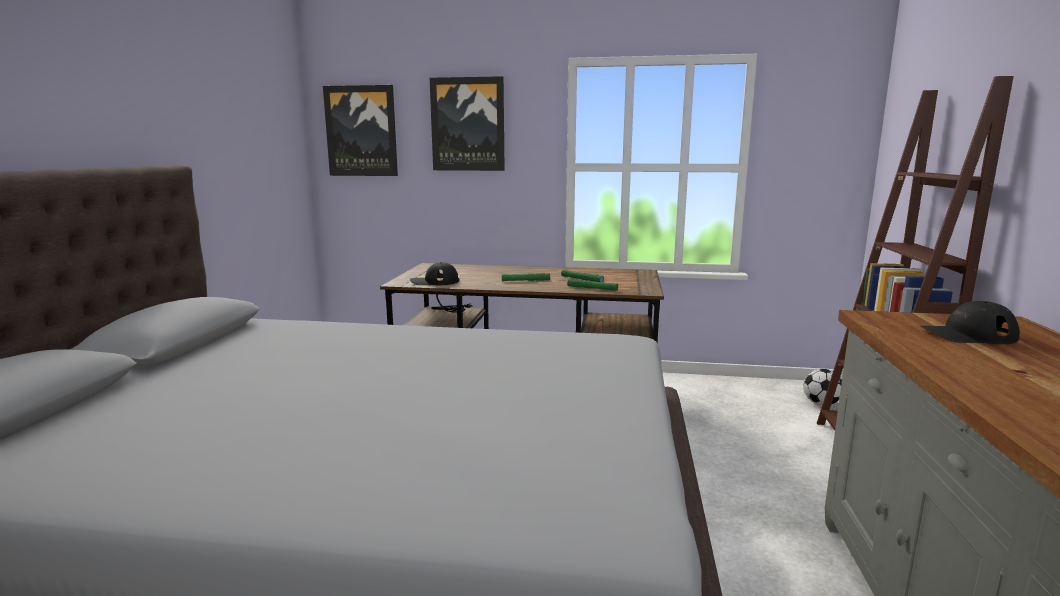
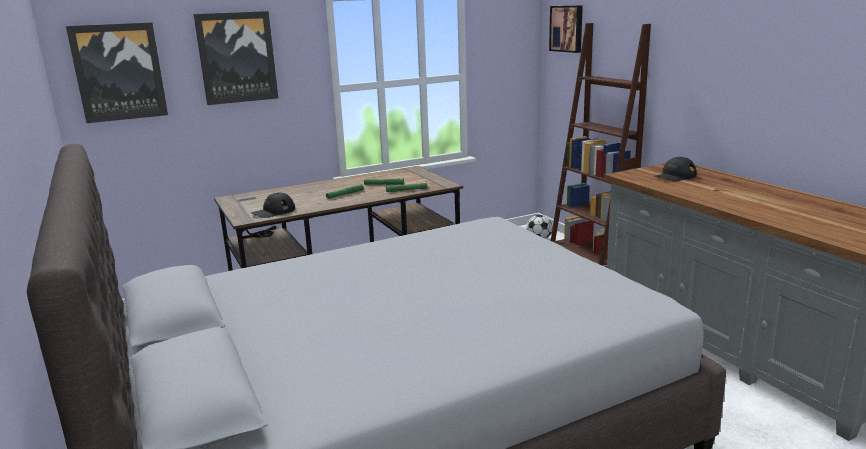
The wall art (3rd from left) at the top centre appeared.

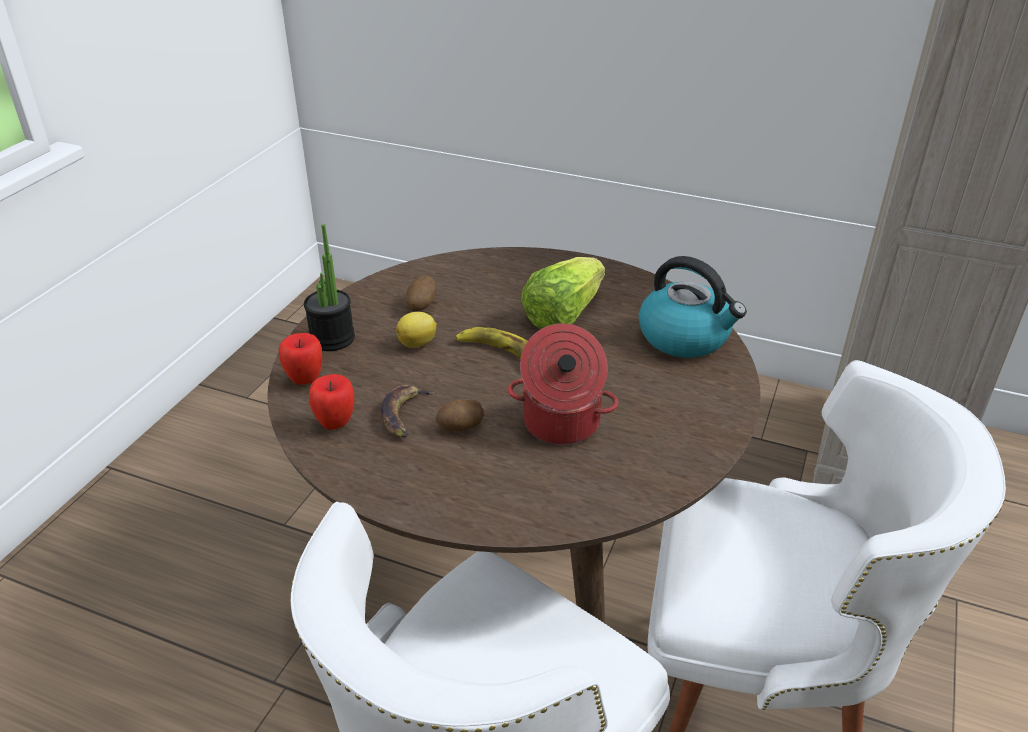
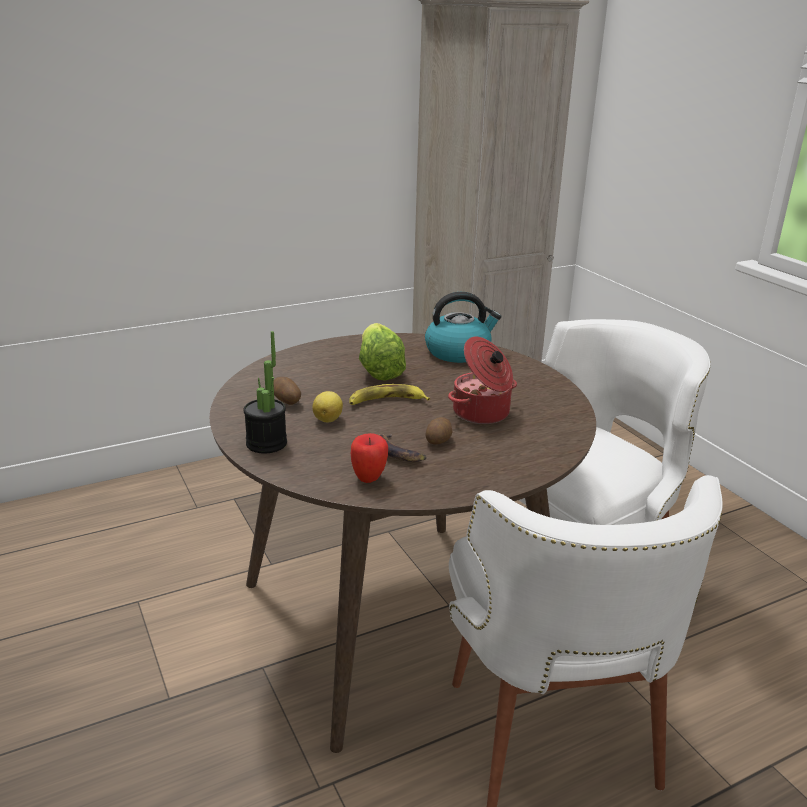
The apple fruit (1st from left) at the middle left disappeared.

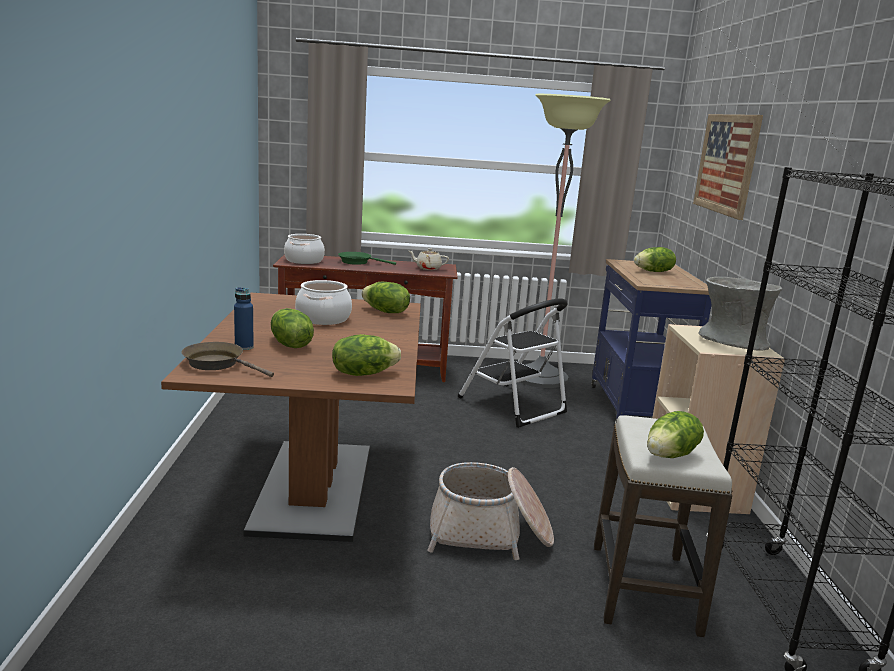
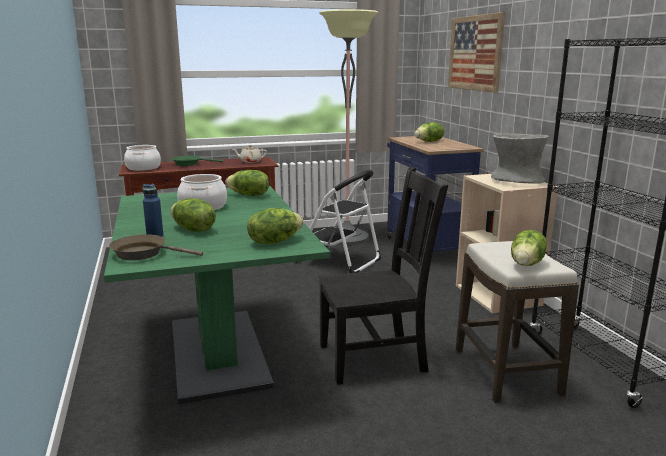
The brownish dinner table at the middle left became the green-coloured dinner table at the middle left. The household basket at the bottom centre was replaced by the black-coloured chair at the centre.

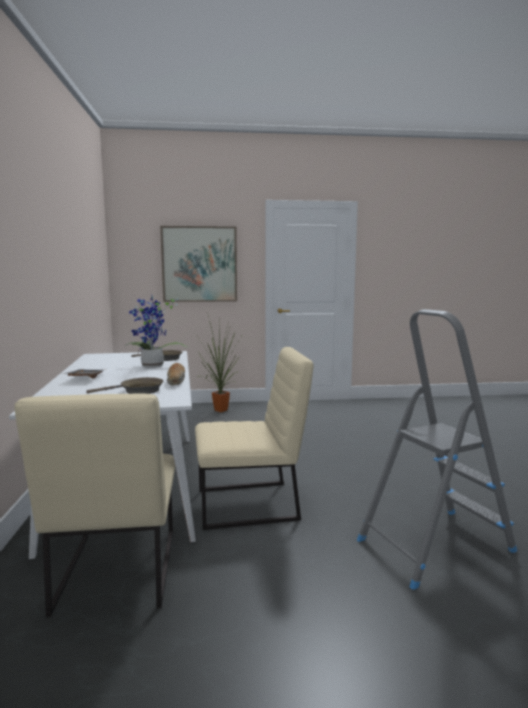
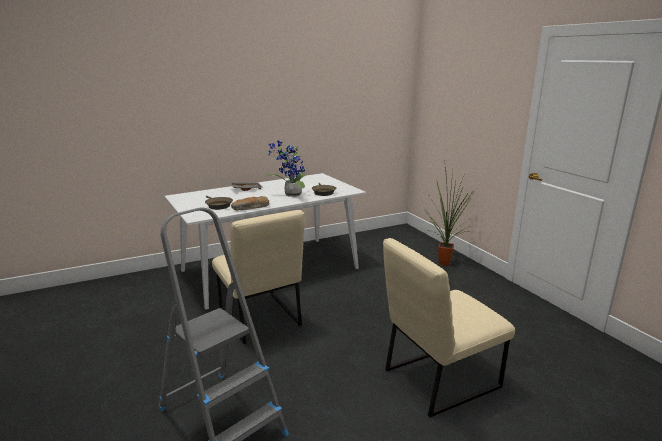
The wall art at the centre disappeared. The beige-coloured chair (1st from left in the first image) moved from the bottom left to the bottom right.

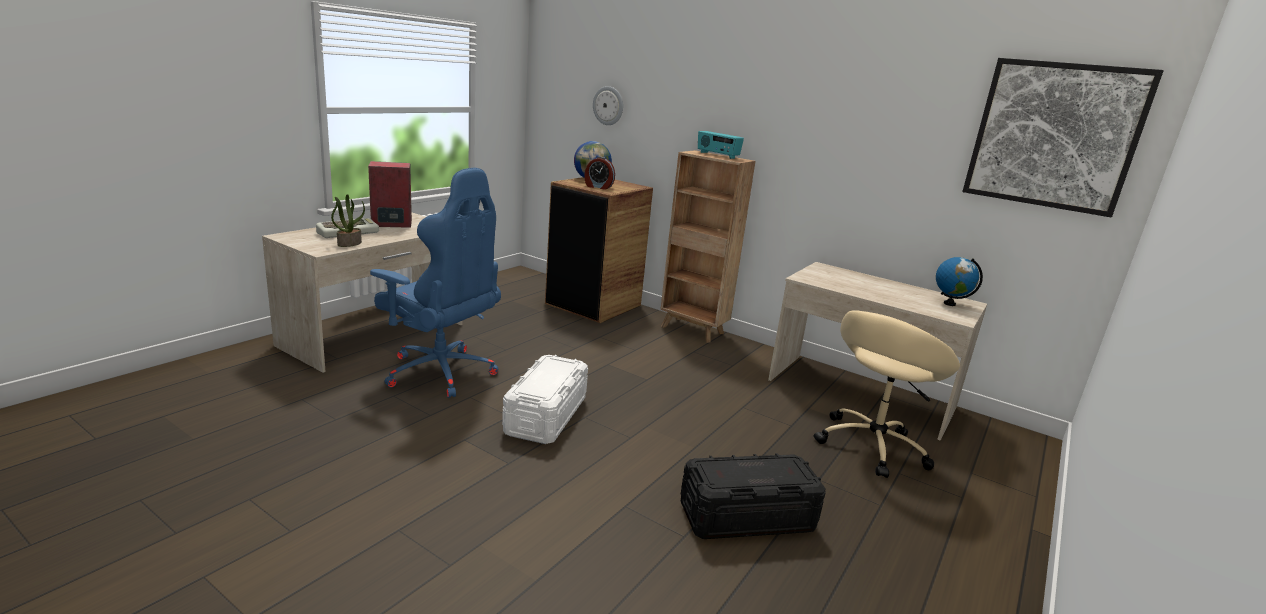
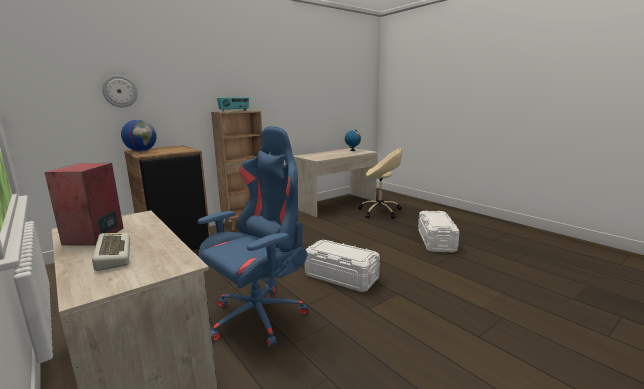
The wall art at the top right disappeared. The bedside clock at the top centre disappeared. The houseplant at the middle left disappeared. The beige-coloured office chair at the middle right turned 45 degrees counterclockwise. The black-coloured storage container at the bottom centre became the whitish storage container (2nd from left) at the middle right.

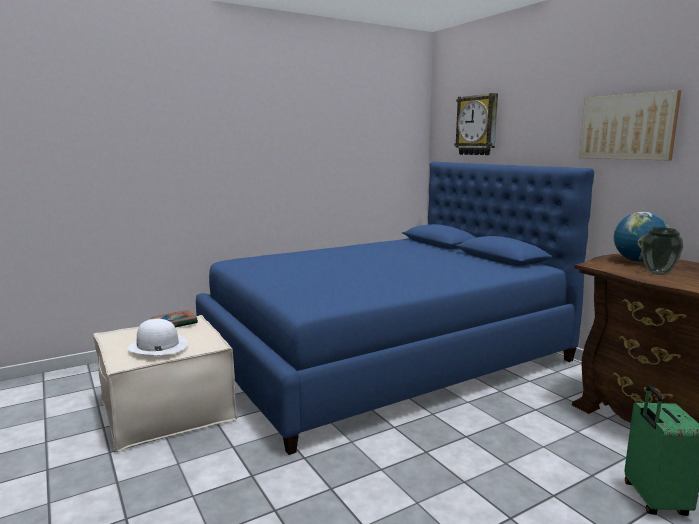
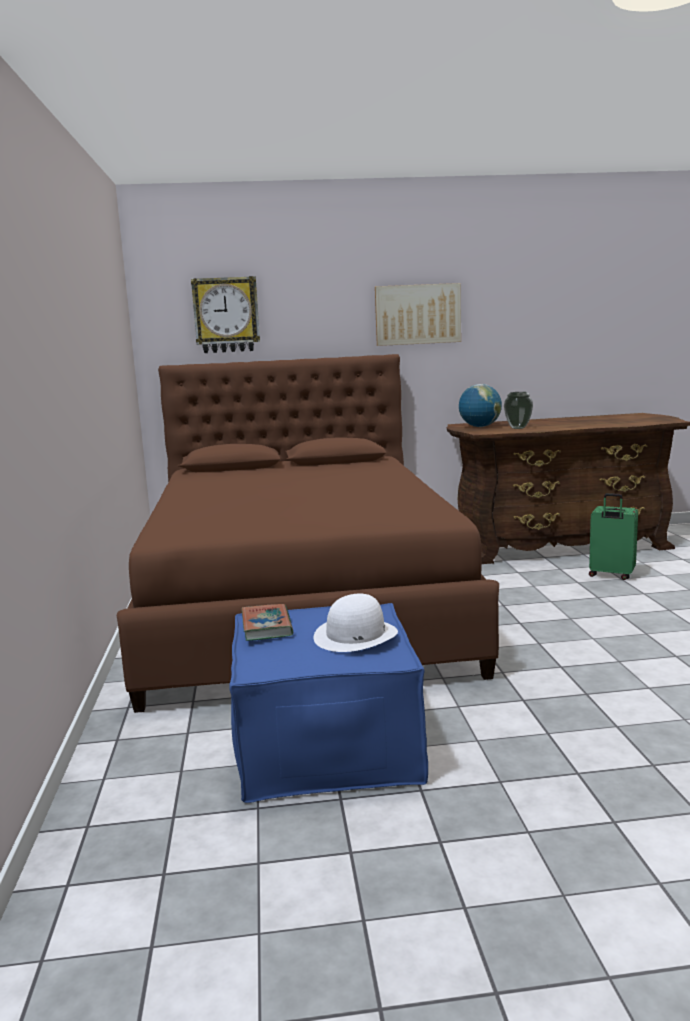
The bluish bed at the centre became the brownish bed at the centre. The beige-coloured pouffe at the bottom left became the bluish pouffe at the bottom centre.

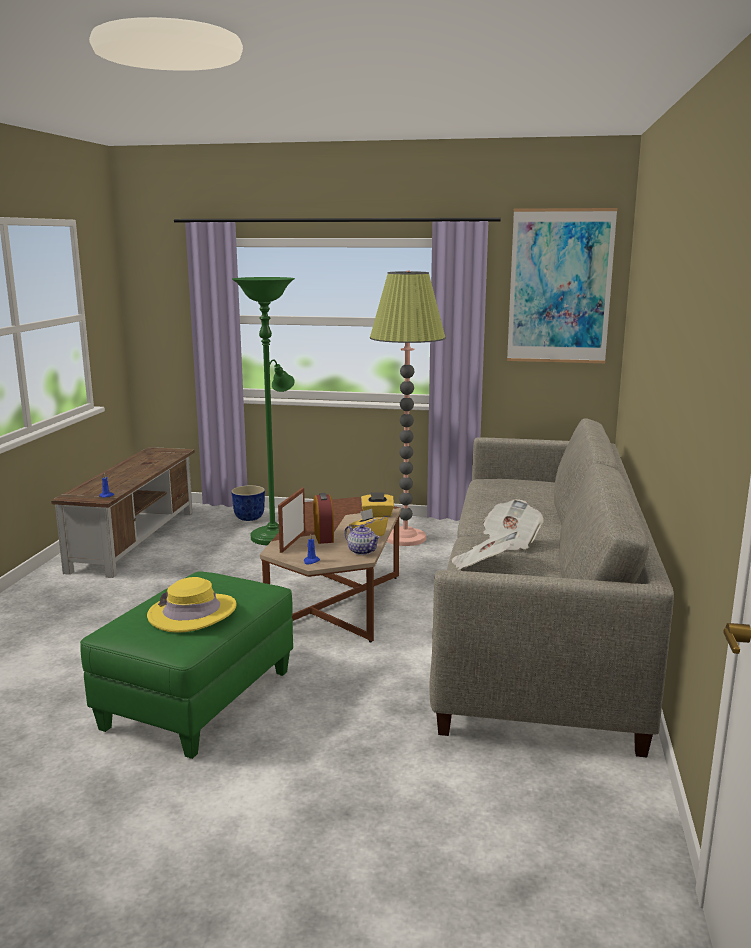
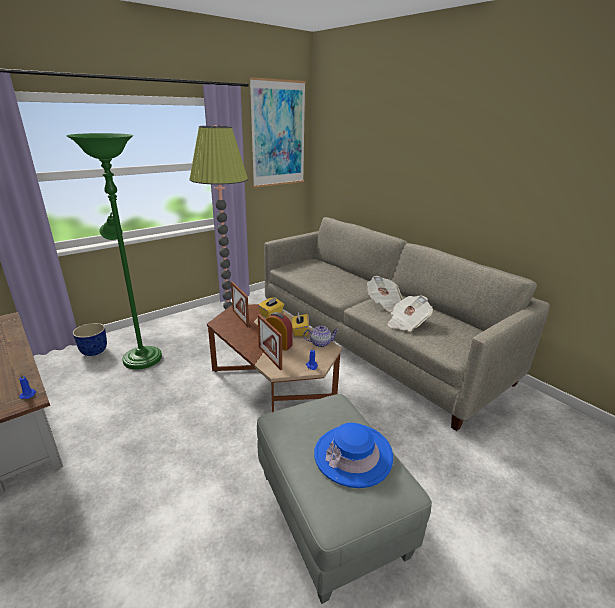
The green-coloured pouffe at the bottom left became the gray pouffe at the bottom centre. The yellow wearable hat at the middle left became the bluish wearable hat at the bottom centre. The picture frame (1st from left) at the centre appeared.

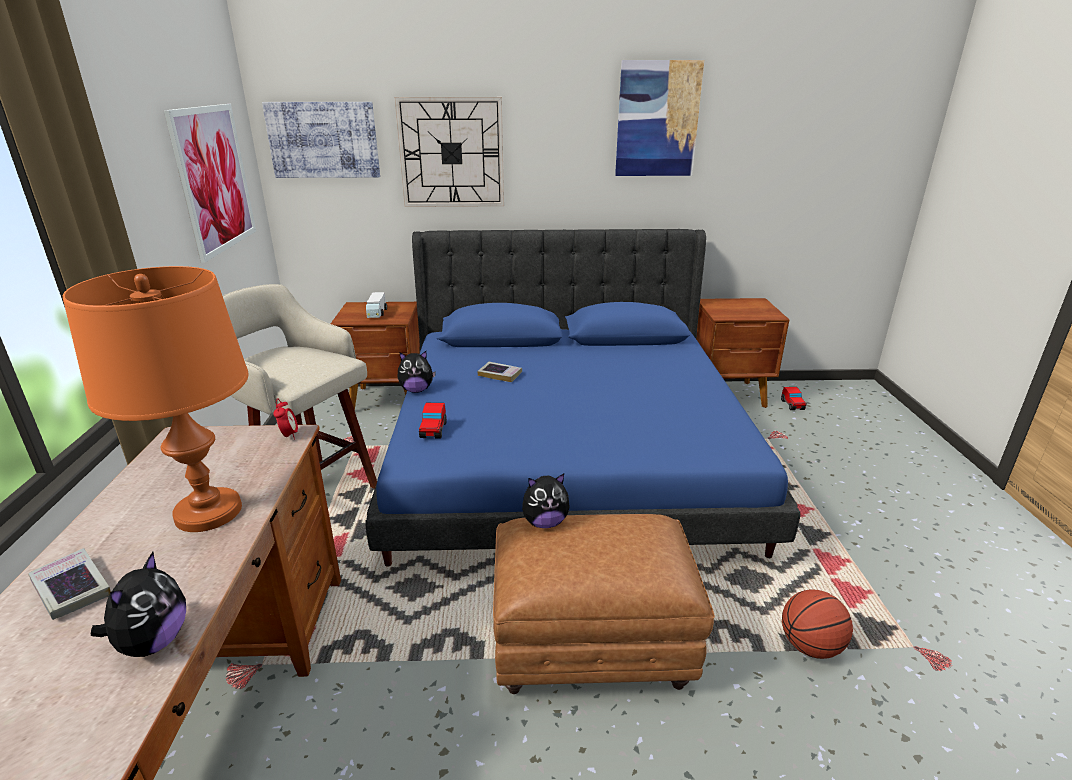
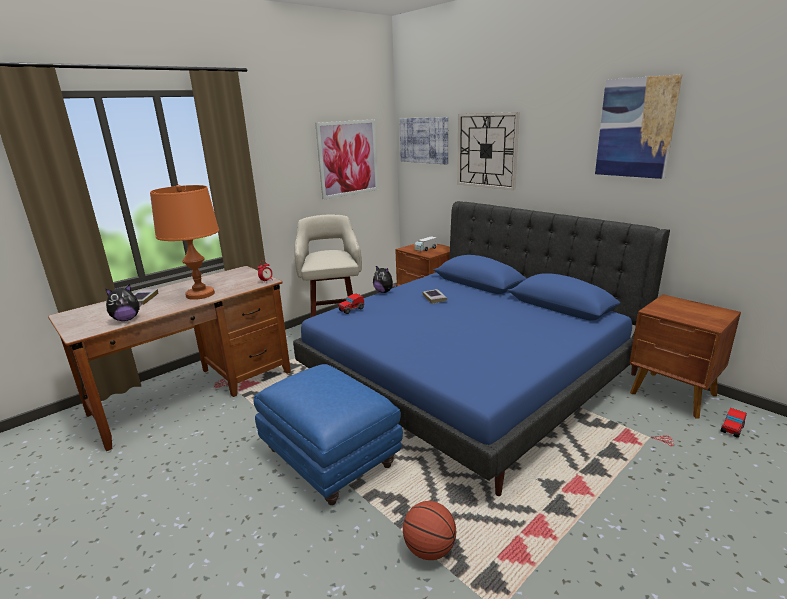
The soft toy (3rd from left) at the centre disappeared. The brownish pouffe at the bottom centre became the bluish pouffe at the bottom centre.

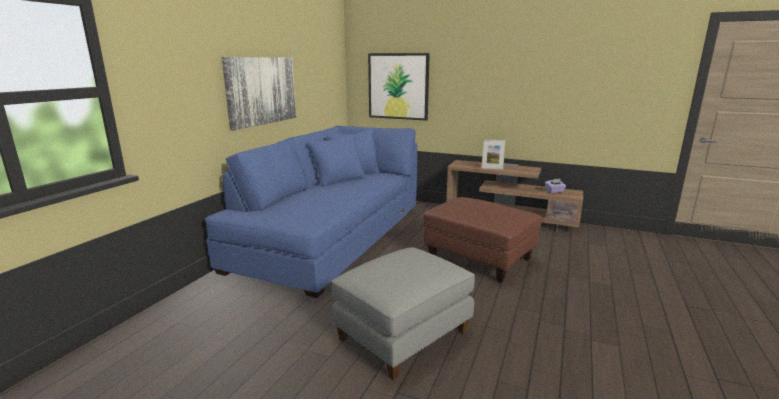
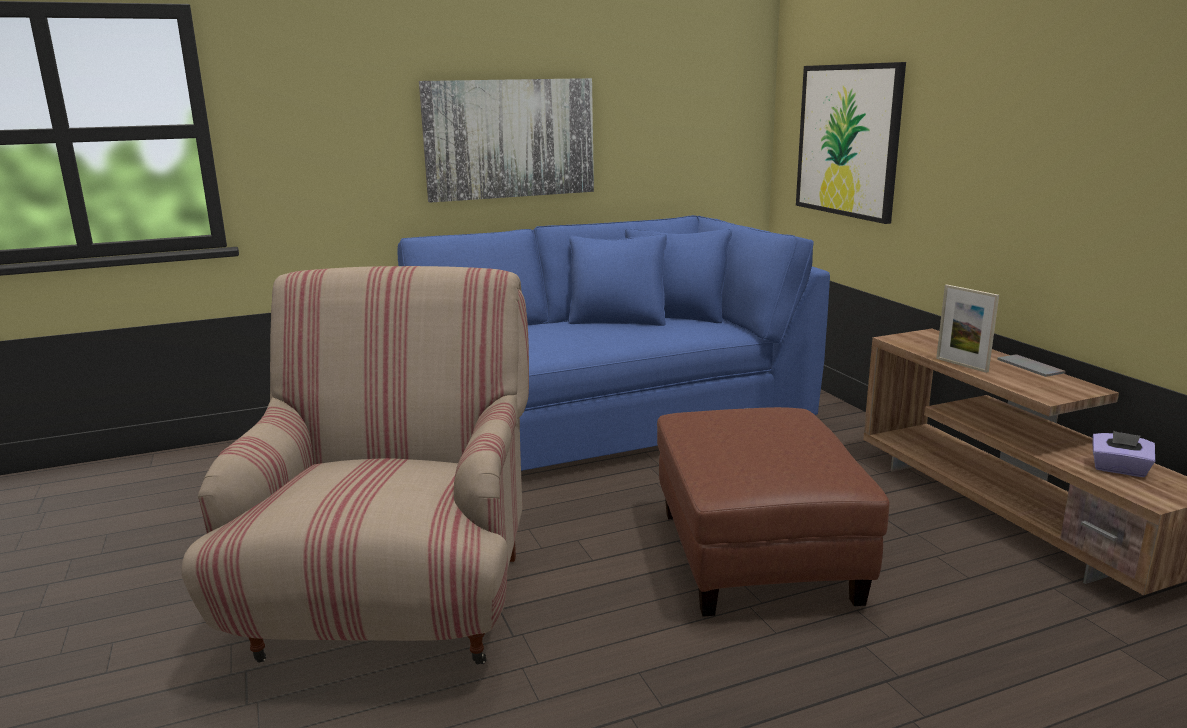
The gray pouffe at the bottom centre was replaced by the beige-coloured easy chair at the middle left.

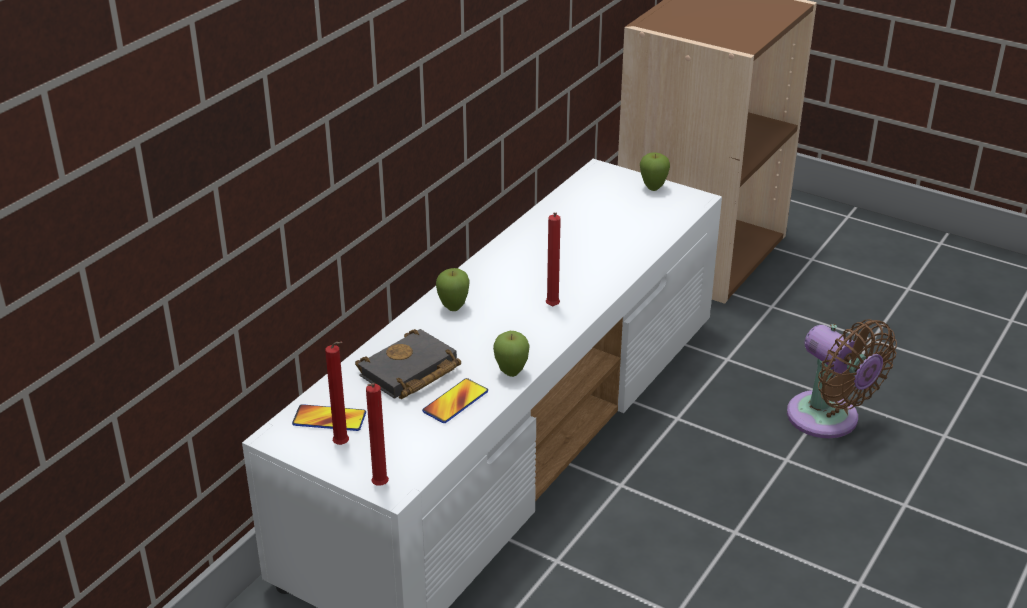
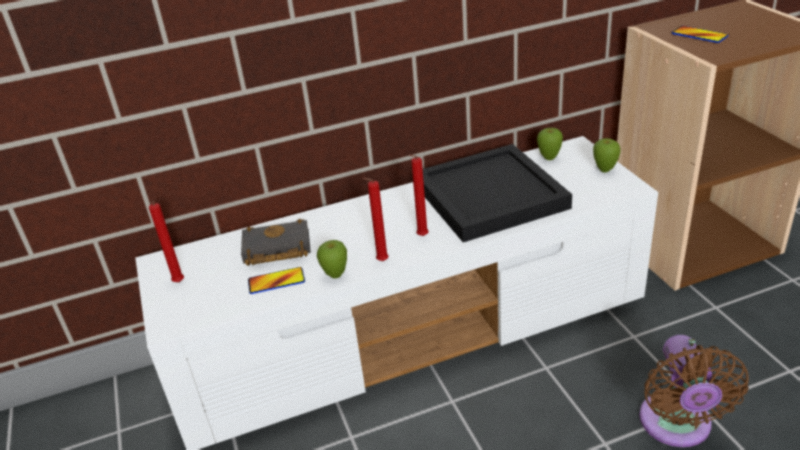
The apple fruit (1st from left in the first image) moved from the centre to the top right. The reddish wax light (2nd from left) moved from the bottom centre to the centre. The phone (1st from left in the first image) moved from the bottom left to the top right. The black-coloured carrying tray at the centre appeared.

